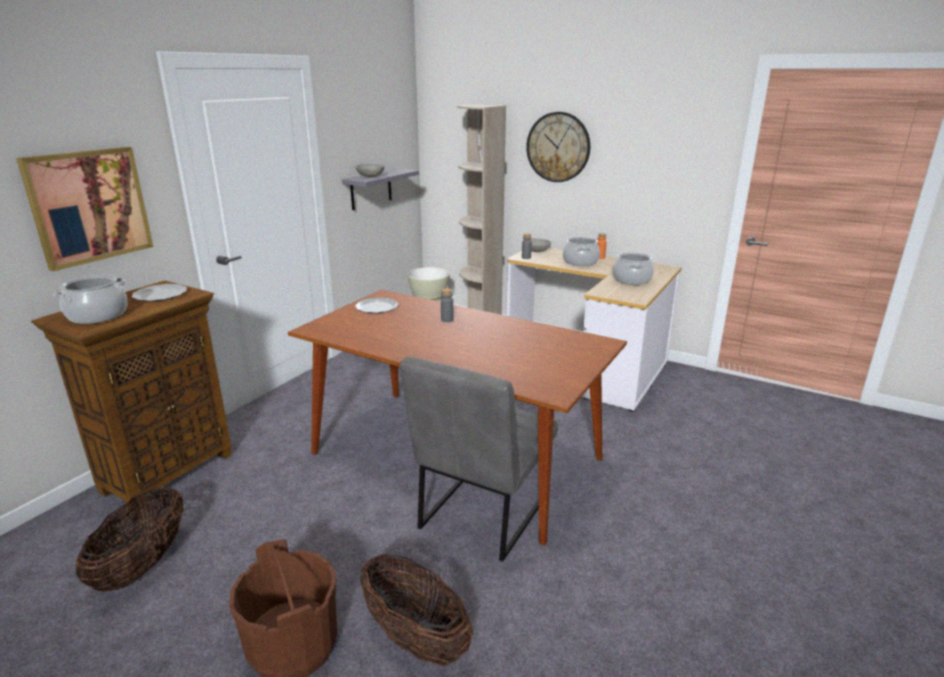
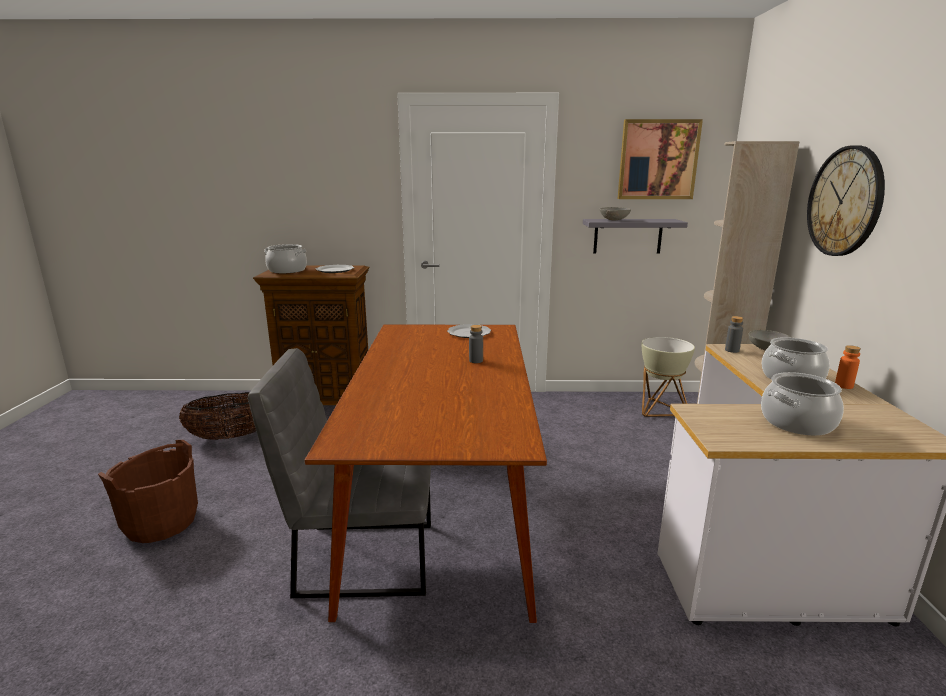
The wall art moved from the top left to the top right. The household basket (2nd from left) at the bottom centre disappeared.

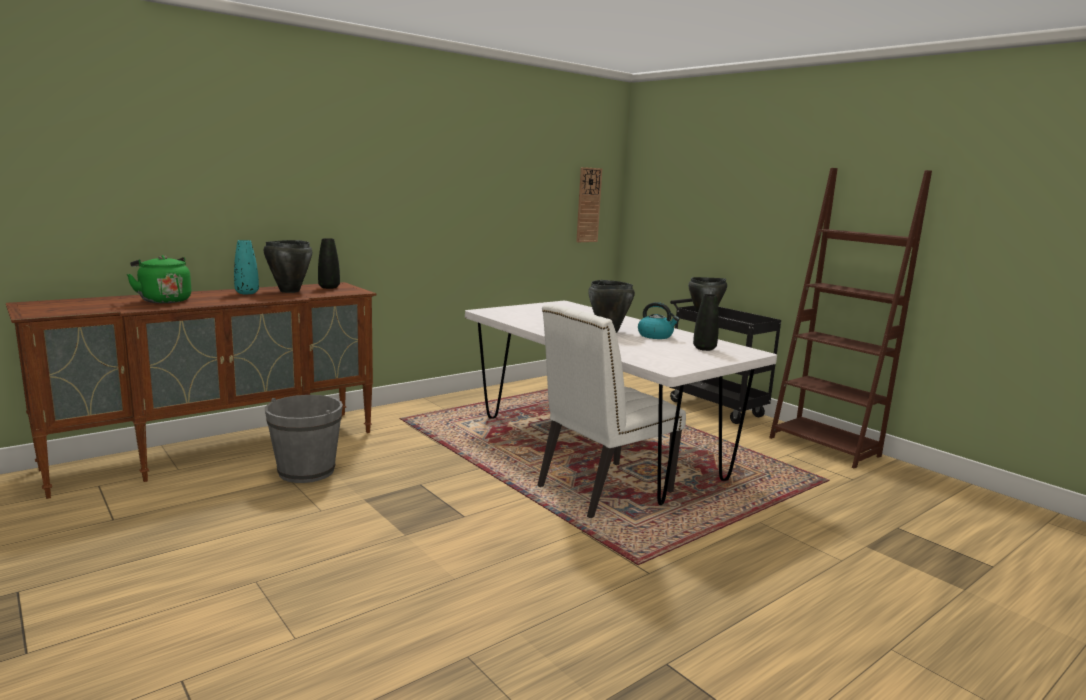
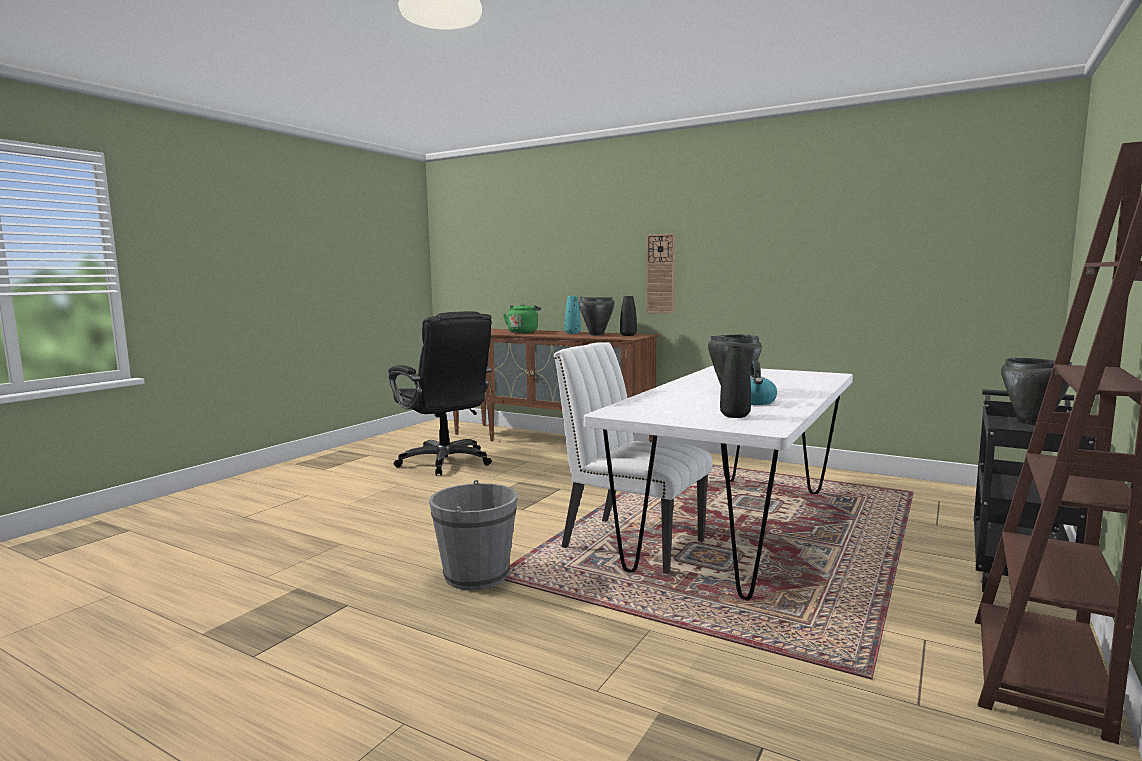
The wall clock moved from the top centre to the centre. The gray bucket moved from the middle left to the bottom centre. The black-coloured office chair at the centre appeared.

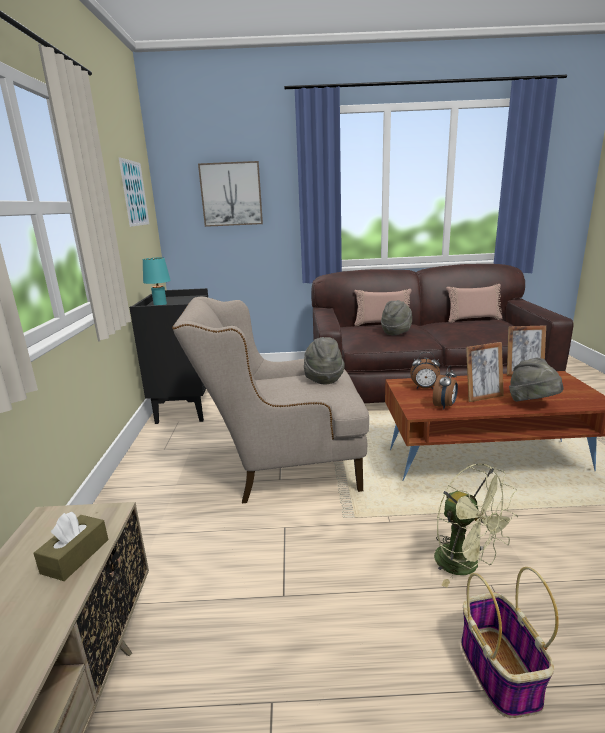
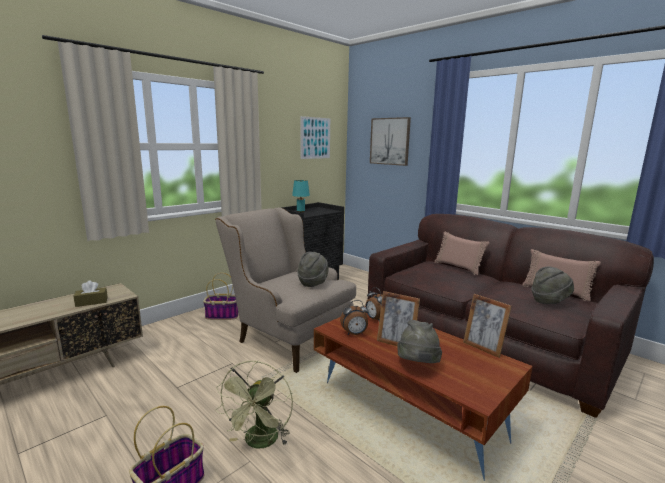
The gray wearable hat (2nd from left in the first image) moved from the centre to the middle right. The household basket (2nd from left) at the middle left appeared.

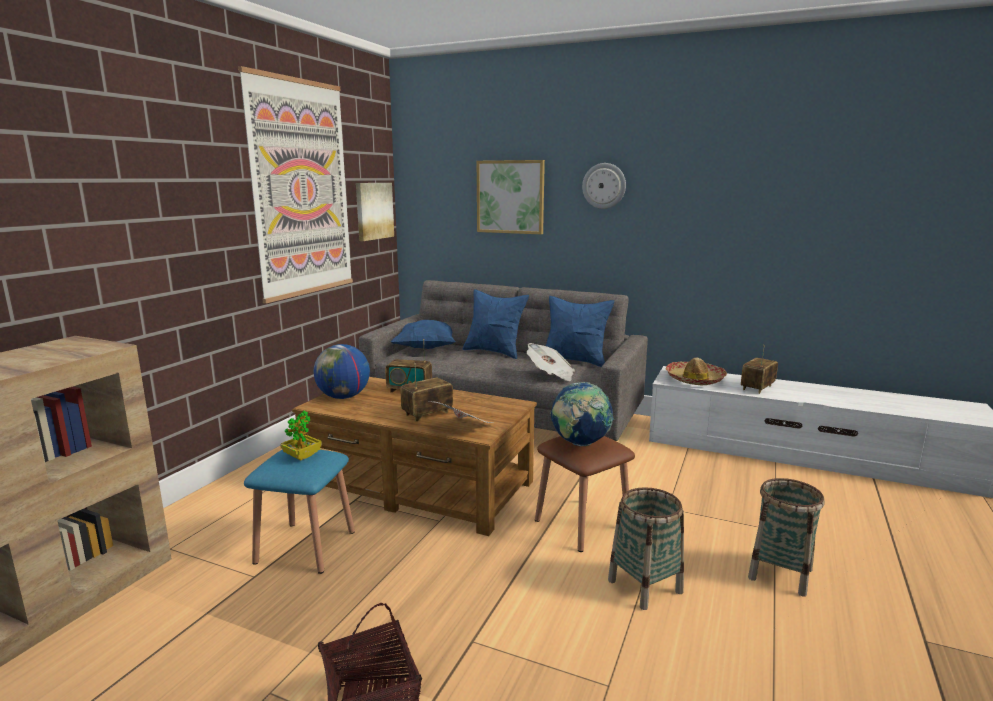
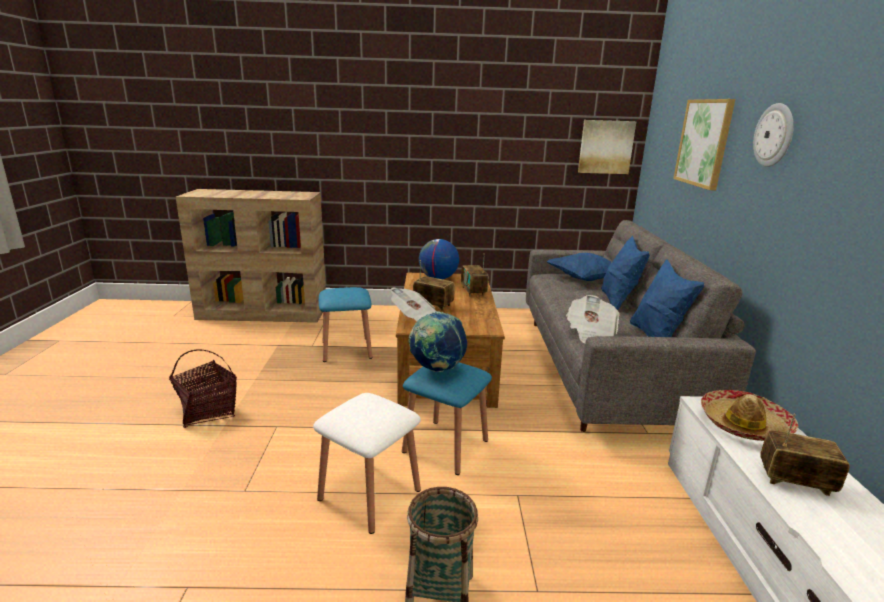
The wall art (1st from left) at the top left disappeared. The houseplant at the middle left disappeared. The brownish stool at the bottom centre became the bluish stool (2nd from left) at the bottom centre. The household basket (2nd from left) at the bottom centre was replaced by the whitish stool at the bottom centre.

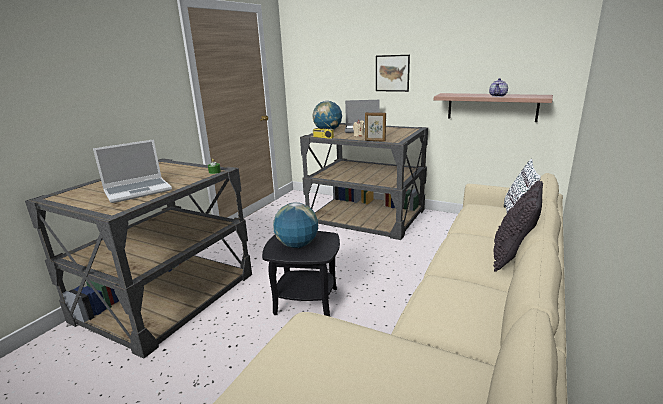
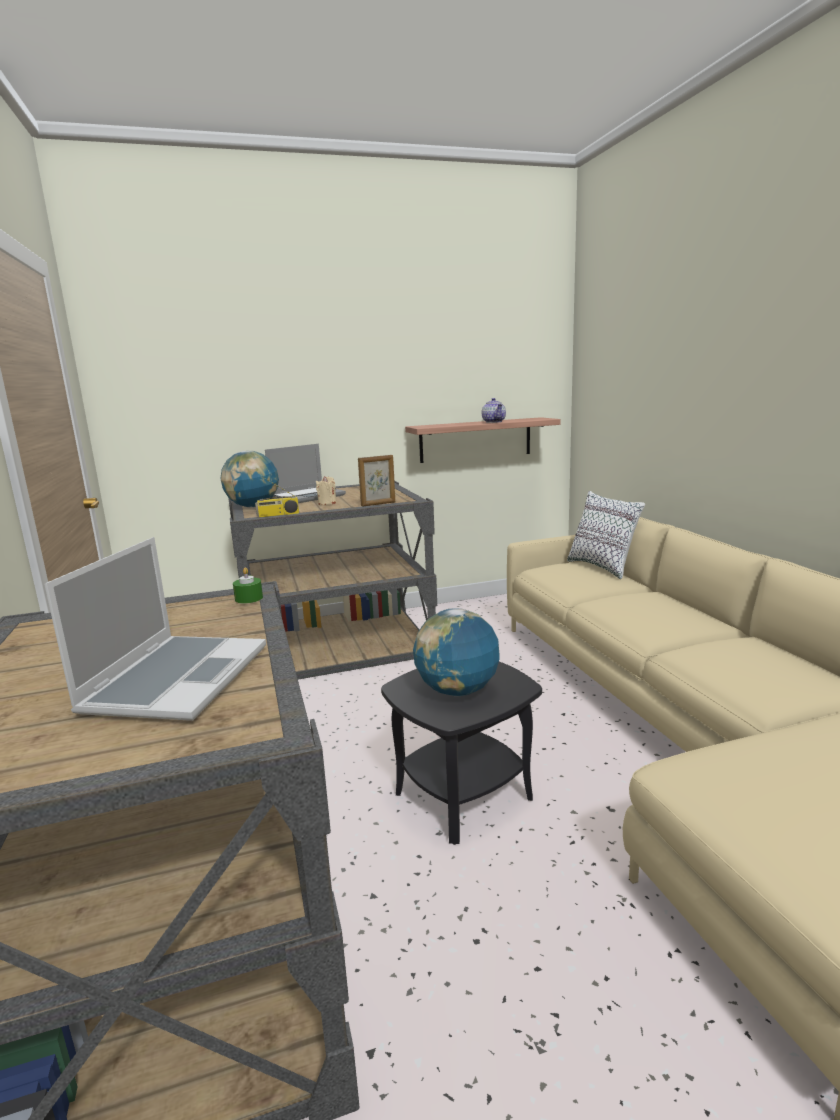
The wall art at the top centre disappeared. The black-coloured cushion at the middle right disappeared.

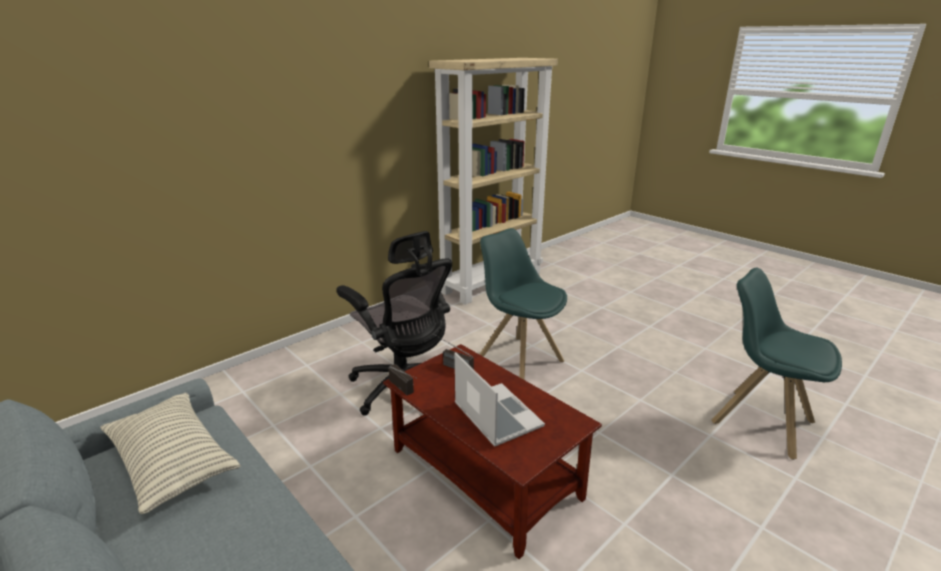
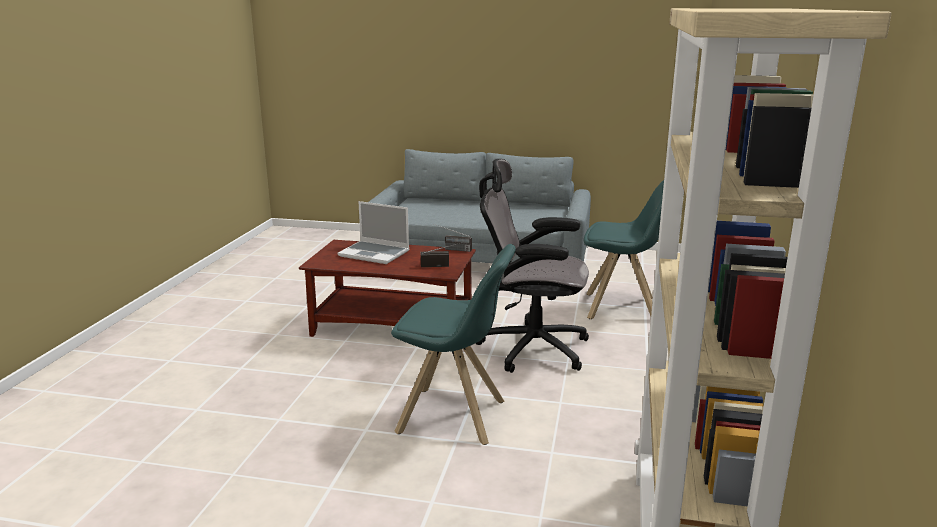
The turquoise chair (2nd from left) moved from the middle right to the centre. The cushion at the bottom left disappeared.

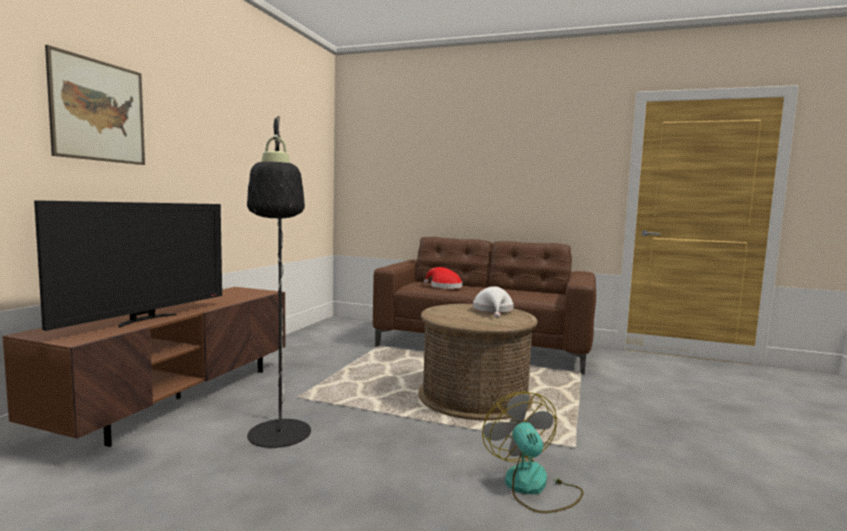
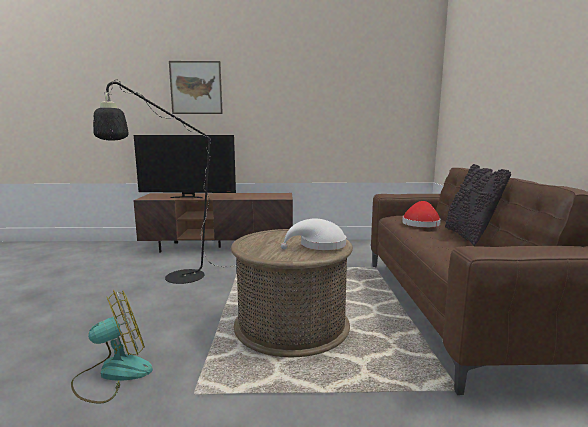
The black-coloured cushion at the middle right appeared.

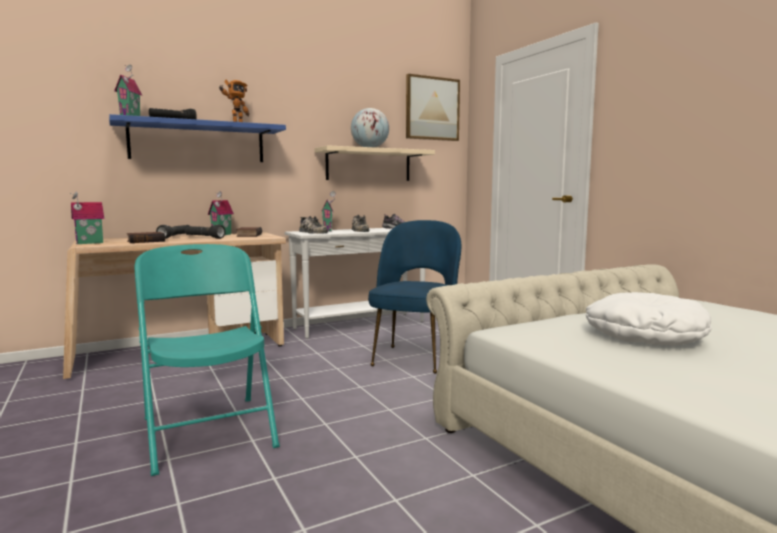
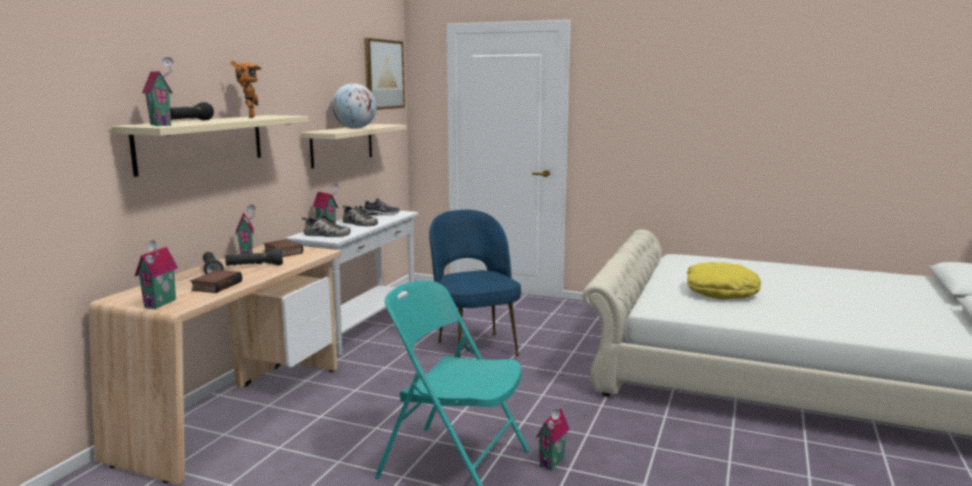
The bluish wall shelf at the top left became the beige-coloured wall shelf (1st from left) at the top left. The whitish cushion at the middle right became the yellow cushion at the middle right. The model house (5th from left) at the bottom centre appeared.

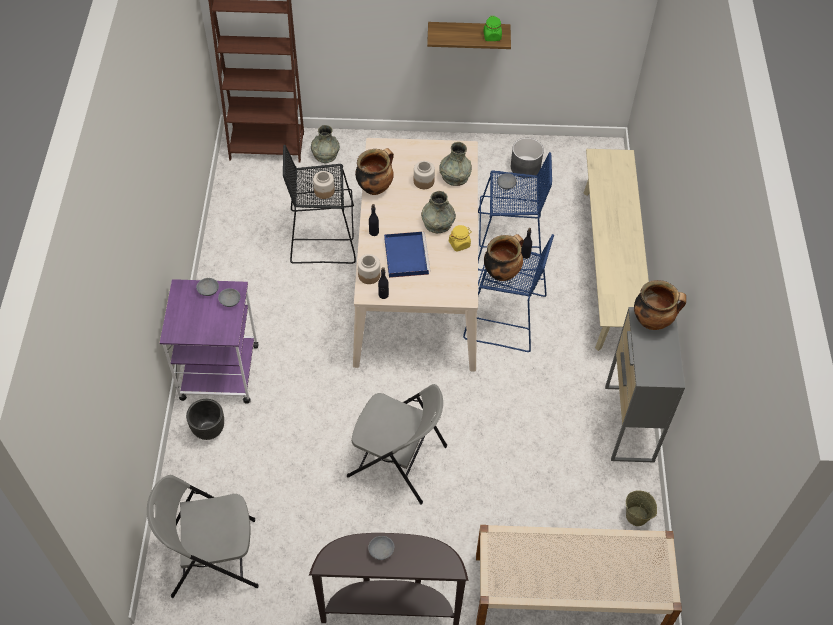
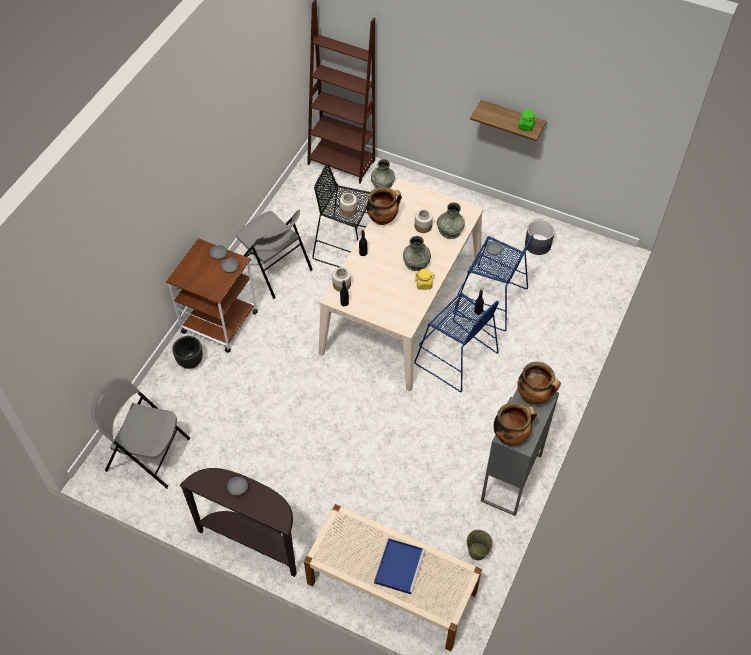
The beige-coloured long seat (2nd from left) at the middle right disappeared. The bluish carrying tray moved from the centre to the bottom centre. The cooking pot (2nd from left) moved from the centre to the middle right. The purplish wheeled cart at the middle left became the brownish wheeled cart at the middle left. The gray chair (2nd from left) moved from the bottom centre to the centre.

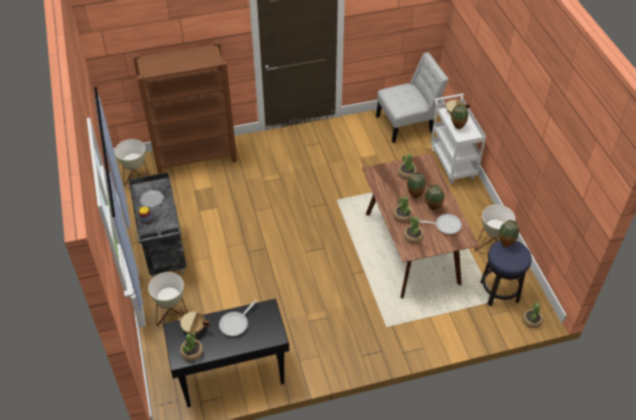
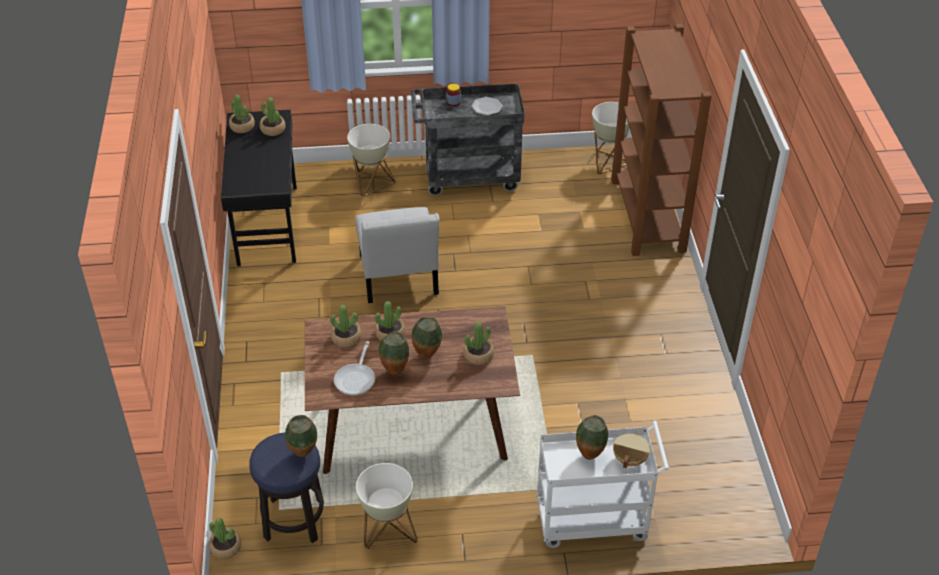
The whitish chair moved from the top centre to the centre. The pan (1st from left) at the bottom centre disappeared. The beige-coloured cooking pot (1st from left) at the bottom left was replaced by the houseplant (3rd from left) at the top left.

